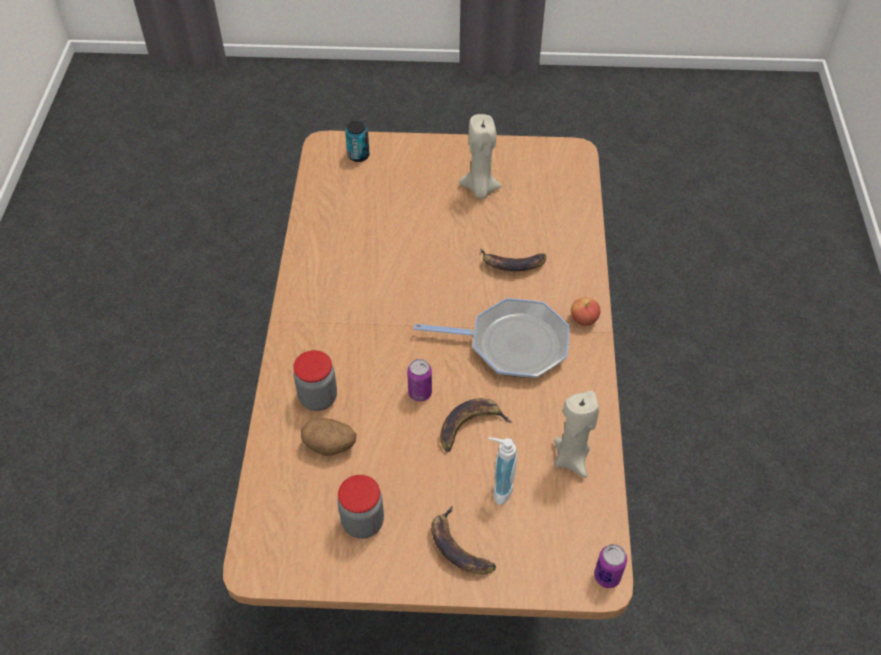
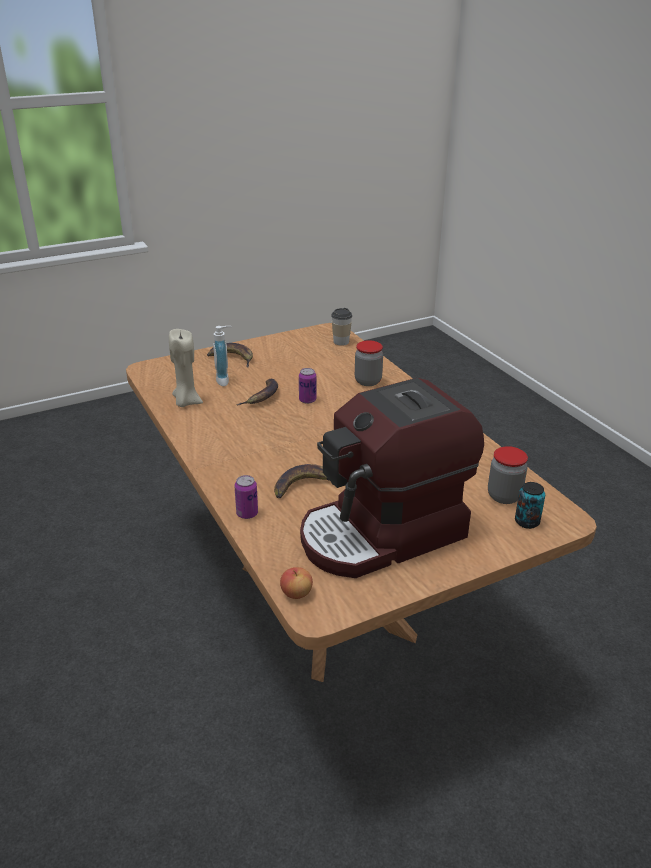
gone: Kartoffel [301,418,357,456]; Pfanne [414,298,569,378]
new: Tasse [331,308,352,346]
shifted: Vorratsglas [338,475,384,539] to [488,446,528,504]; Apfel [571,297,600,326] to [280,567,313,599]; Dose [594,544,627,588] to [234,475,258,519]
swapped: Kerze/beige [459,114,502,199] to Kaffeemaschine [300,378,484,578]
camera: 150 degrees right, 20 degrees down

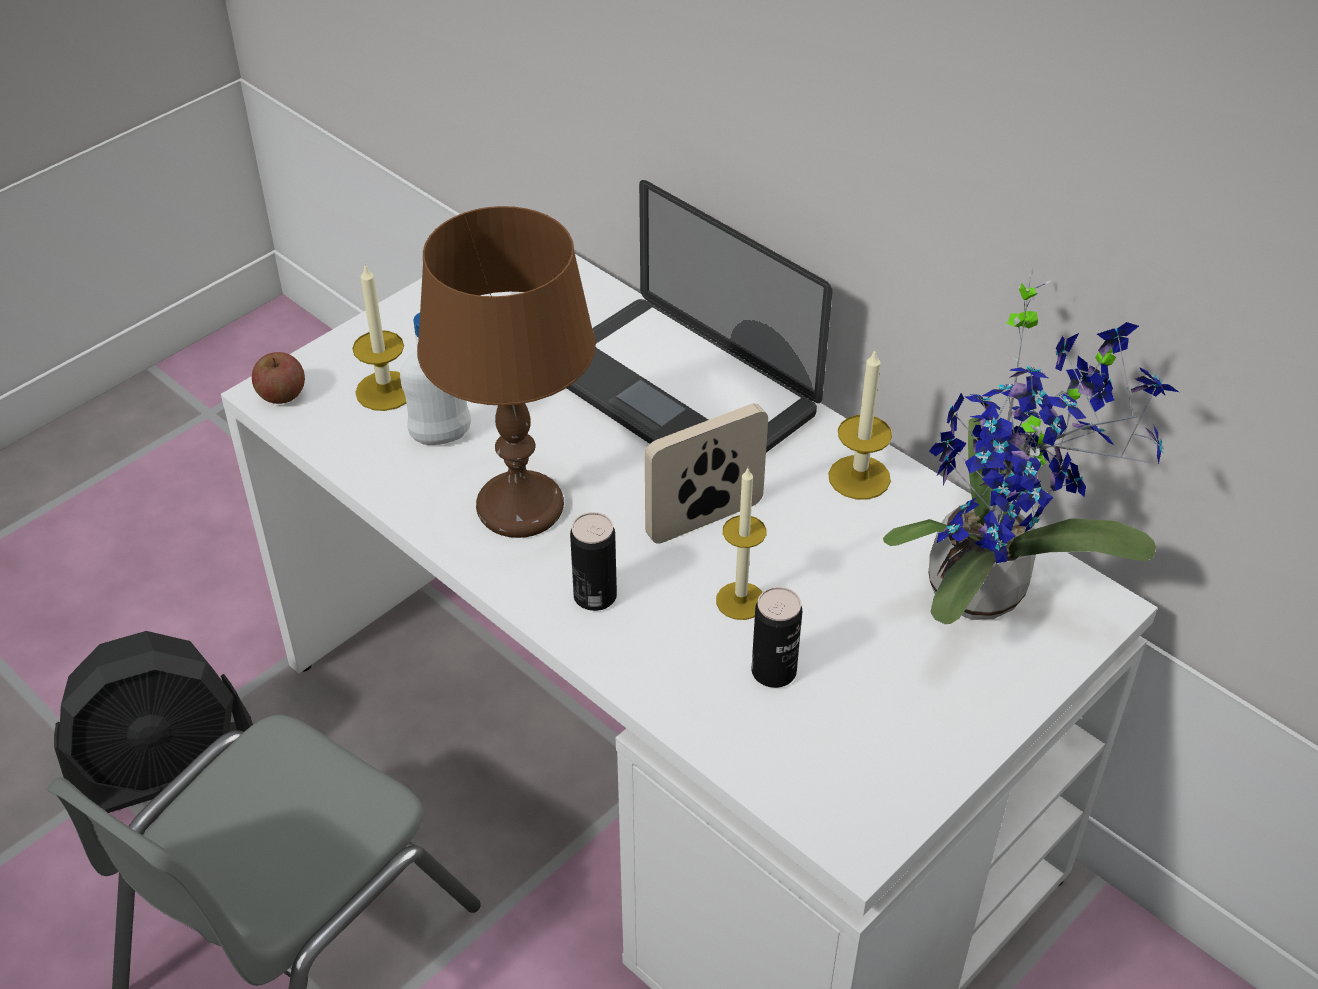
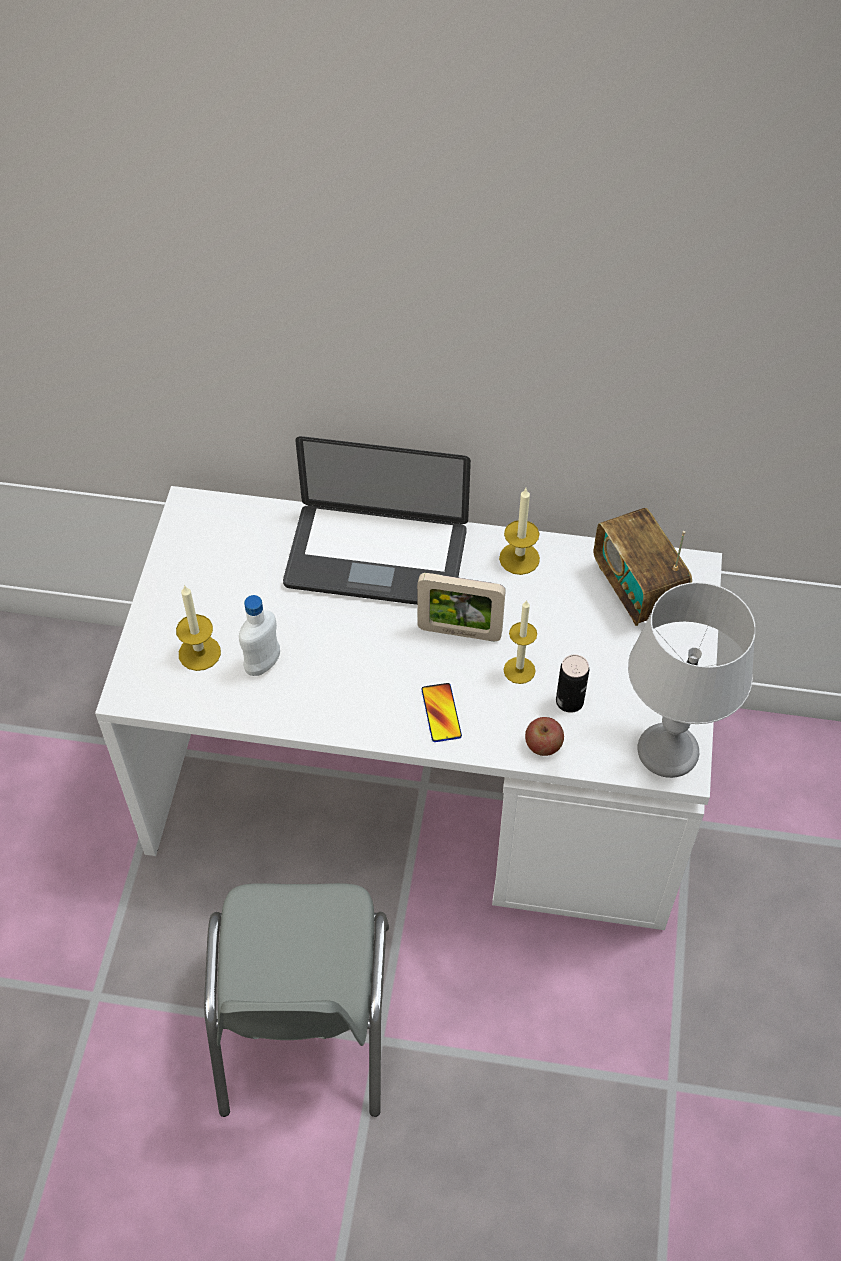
gone: Ventilator/schwarz [54,631,253,813]; Tischlampe/braun [417,206,596,538]
new: Tischlampe/grau [628,582,756,778]
shifted: Apfel [252,352,305,404] to [525,717,564,756]
swapped: Dose [570,512,617,611] to Handy [421,683,462,742]; Topfpflanze [883,267,1179,624] to Radio [594,508,692,626]
rotated: Bilderrahmen [645,403,768,543] = [417,573,506,641] 105 degrees counterclockwise
camera: 35 degrees left, 10 degrees up

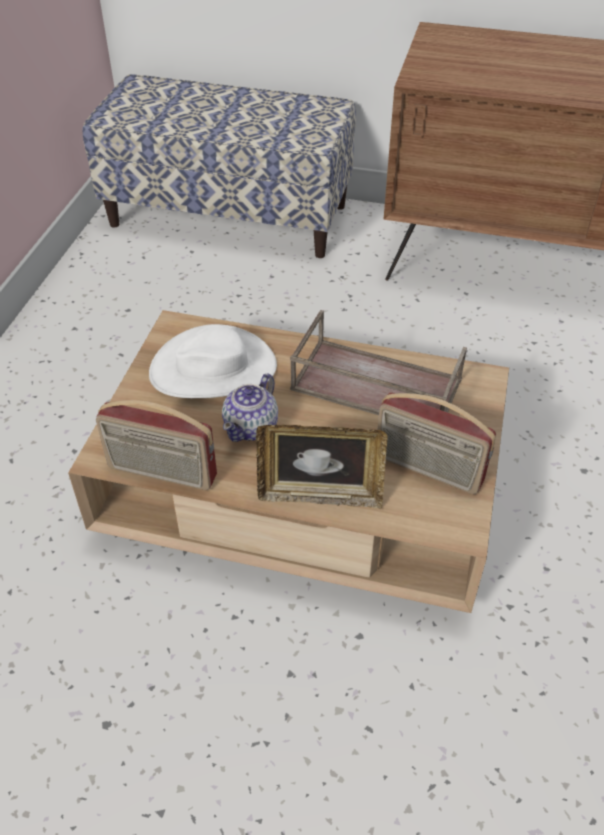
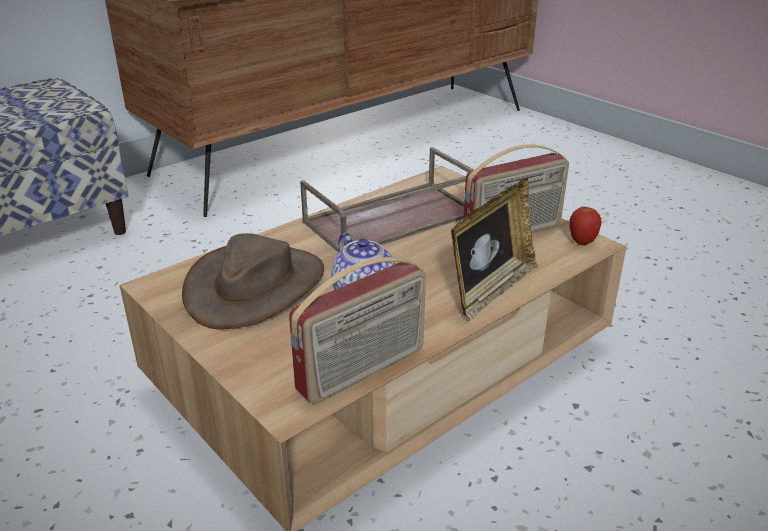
new: Apfel [570,207,602,245]
repainted: Hut/weiß [149,324,277,398] to Hut/braun [182,233,324,329]
camera: 55 degrees left, 15 degrees down

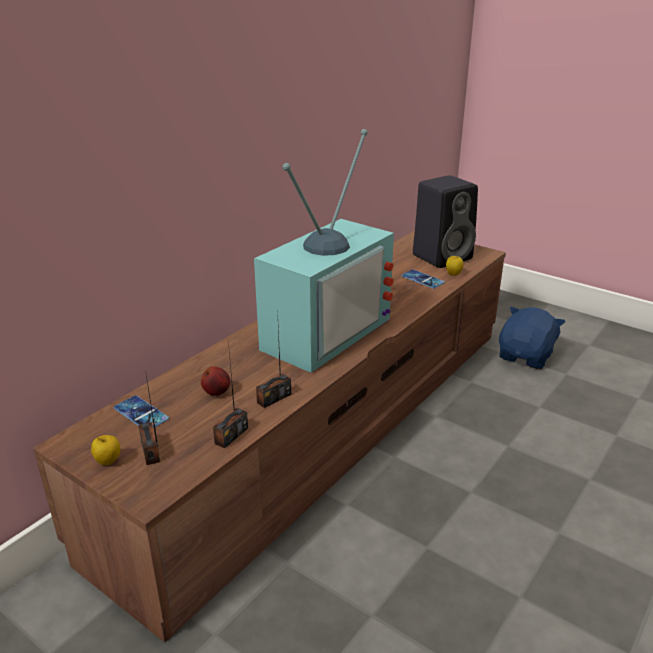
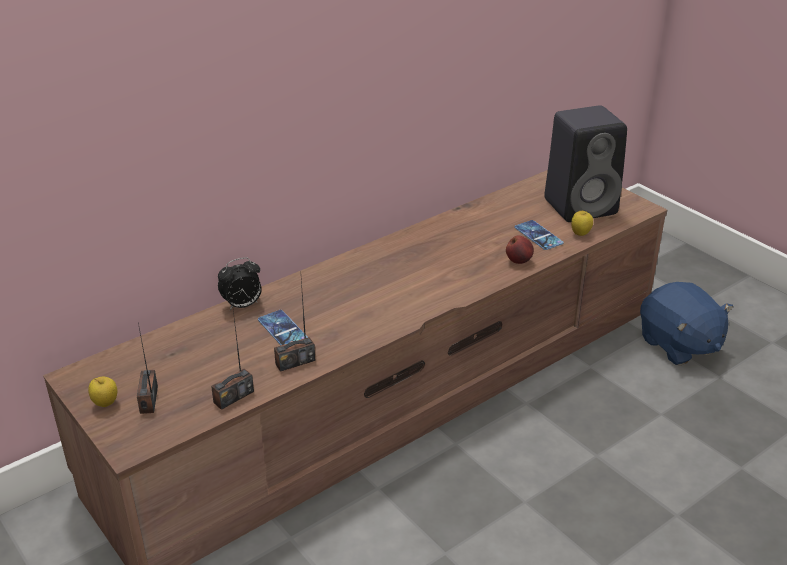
gone: Fernseher [254,129,394,373]
new: Wecker [218,257,262,310]
shifted: Handy [114,395,169,428] to [258,310,308,345]; Apfel [201,366,230,396] to [506,235,534,264]
rotated: Plüschtier/blau [499,307,565,369] = [640,282,733,365] 105 degrees clockwise
camera: 15 degrees right, 5 degrees up

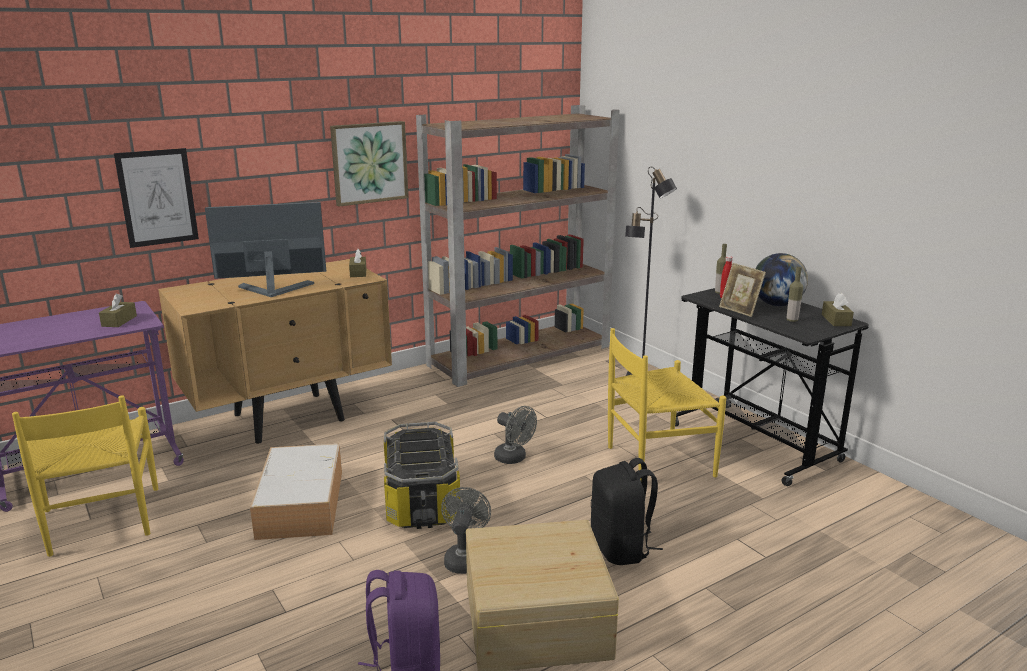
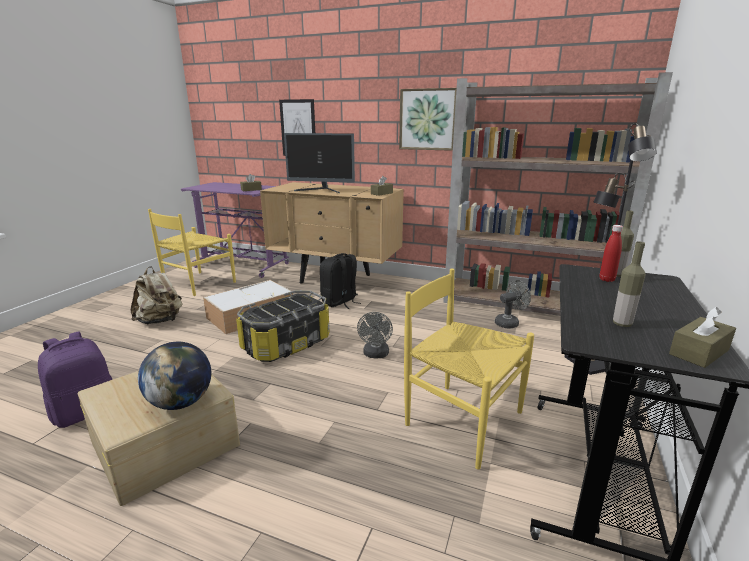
gone: Bilderrahmen [719,263,766,317]
new: Rucksack/beige [130,266,183,325]
shifted: Ventilator/grau [441,487,491,574] to [495,280,531,328]; Rucksack/schwarz [591,458,663,565] to [320,253,361,309]; Globus [755,253,808,306] to [138,342,211,410]
rotated: Monitor [205,202,326,297] = [284,133,355,193] 150 degrees clockwise
camera: 55 degrees right, 0 degrees up

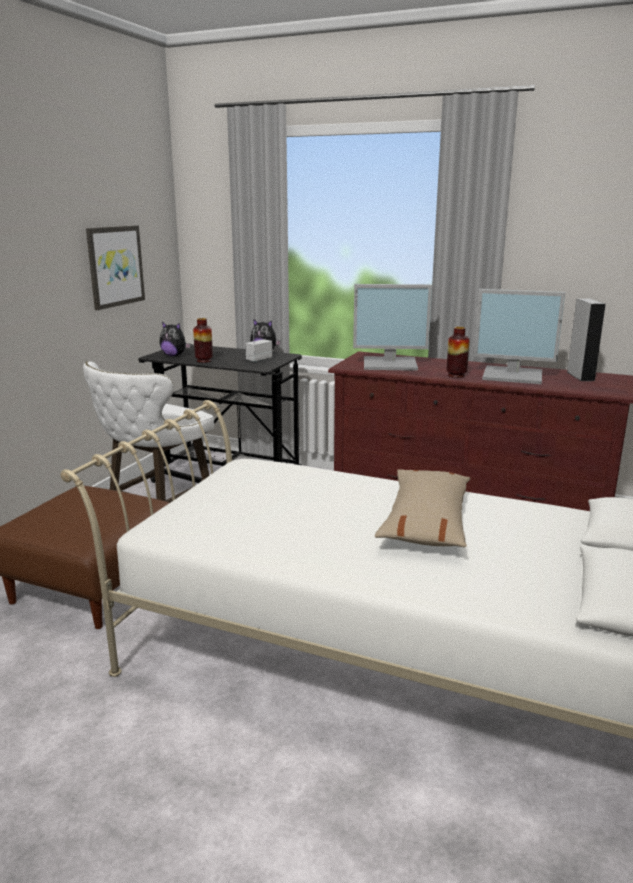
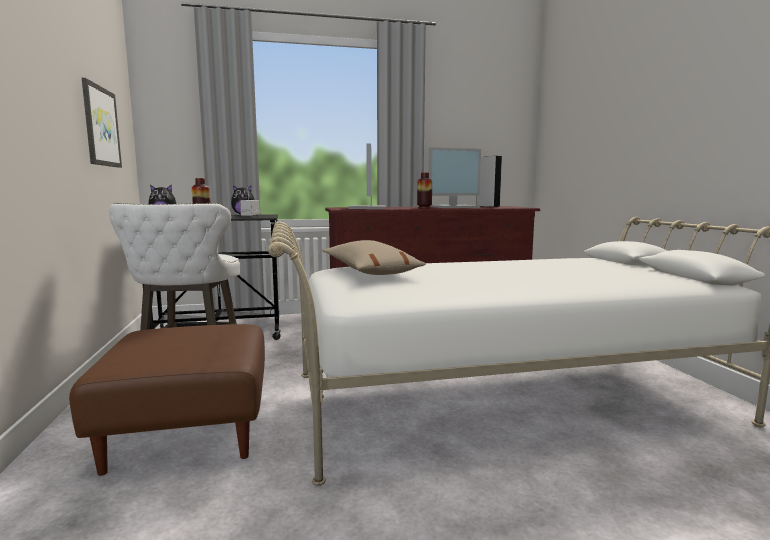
shifted: Kissen/beige [375,469,471,547] to [323,240,426,275]
rotated: Monitor [353,284,432,371] = [349,144,386,209] 120 degrees clockwise
camera: 35 degrees left, 10 degrees down

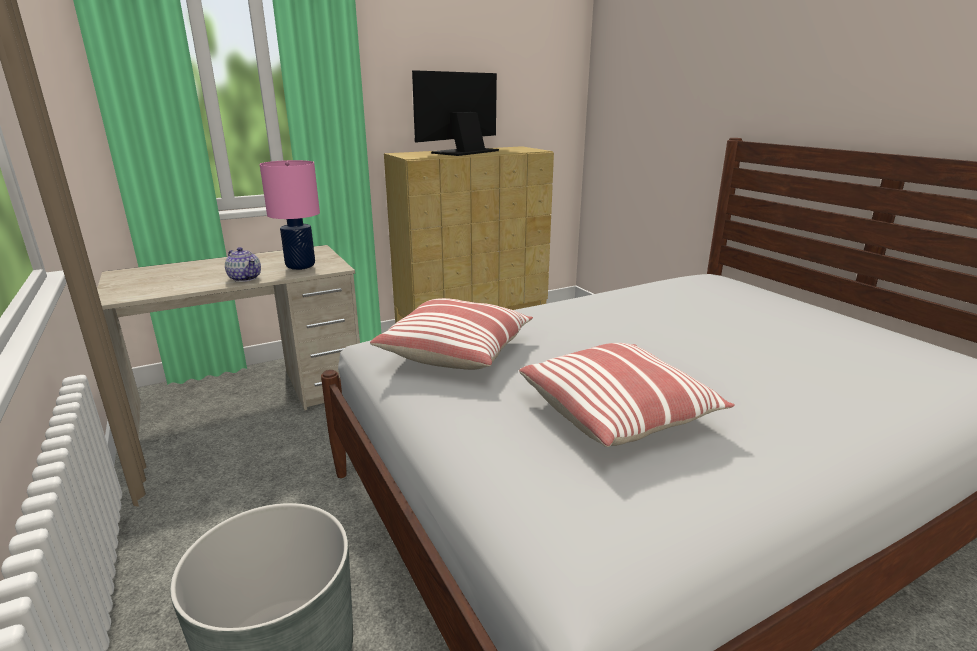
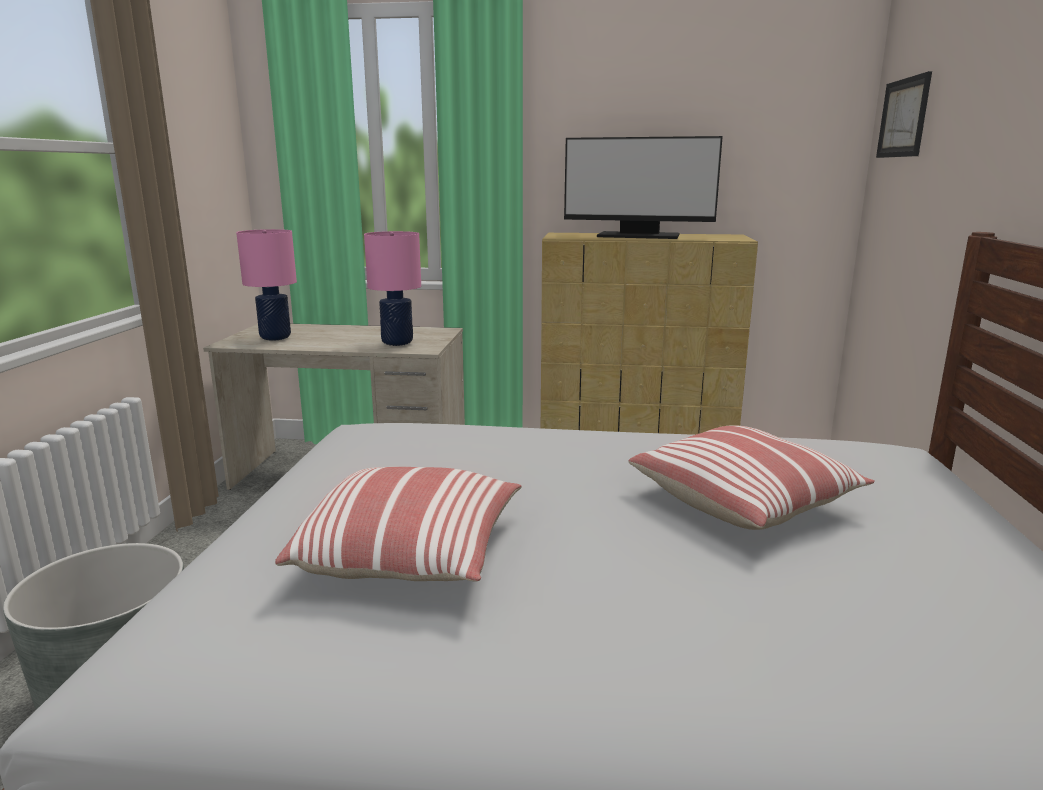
gone: Teekanne [225,247,261,282]
new: Tischlampe/rosa [236,229,297,341]; Bild [876,71,932,158]
shifted: Kissen [370,298,533,370] to [628,425,875,530]
rotated: Monitor [412,70,499,156] = [564,136,723,239] 150 degrees counterclockwise
camera: 35 degrees right, 5 degrees down

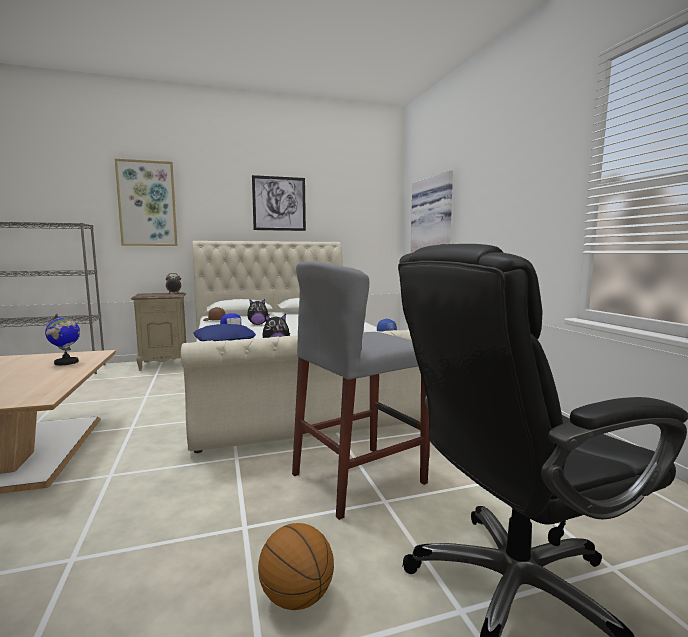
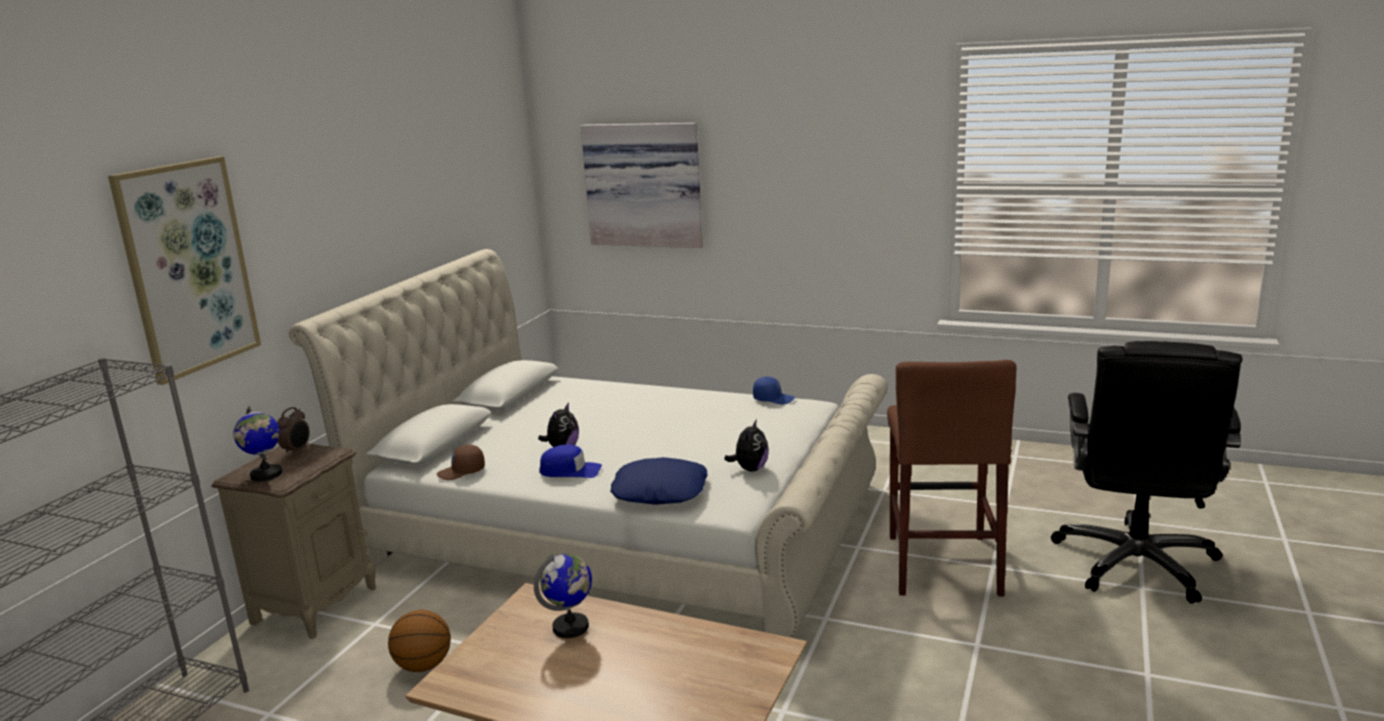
gone: Bild [252,175,306,231]
new: Globus [233,406,282,481]
shifted: Basketball [258,523,334,610] to [388,610,451,672]
repainted: Hocker/grau [292,261,430,520] to Hocker/braun [887,360,1017,596]
camera: 50 degrees left, 10 degrees up

